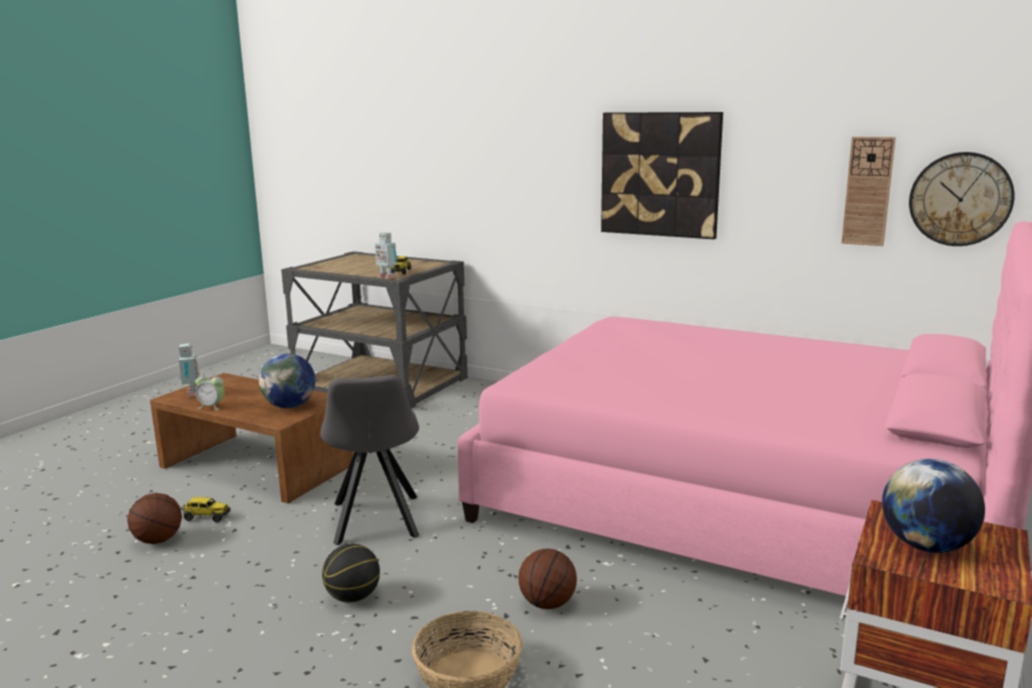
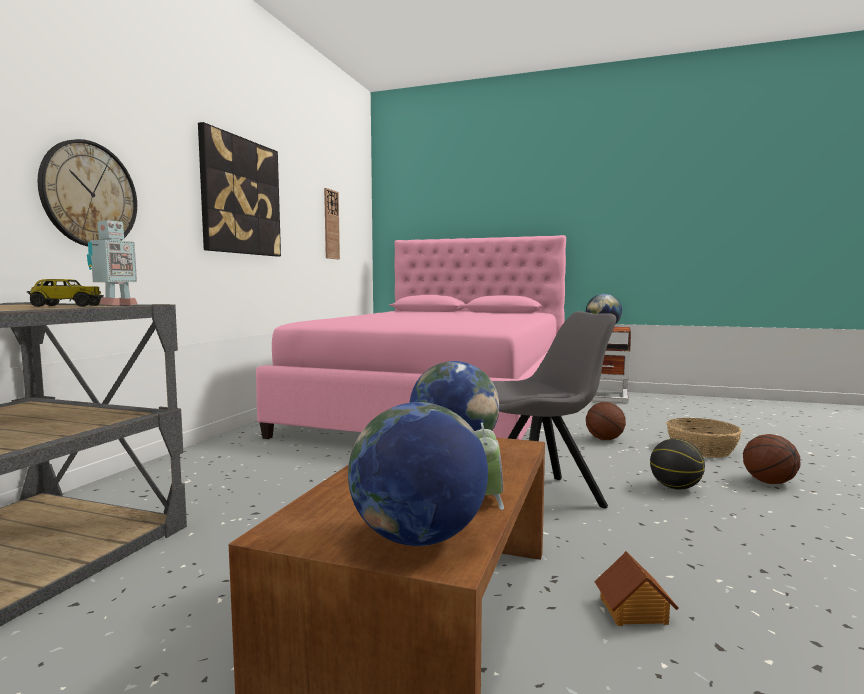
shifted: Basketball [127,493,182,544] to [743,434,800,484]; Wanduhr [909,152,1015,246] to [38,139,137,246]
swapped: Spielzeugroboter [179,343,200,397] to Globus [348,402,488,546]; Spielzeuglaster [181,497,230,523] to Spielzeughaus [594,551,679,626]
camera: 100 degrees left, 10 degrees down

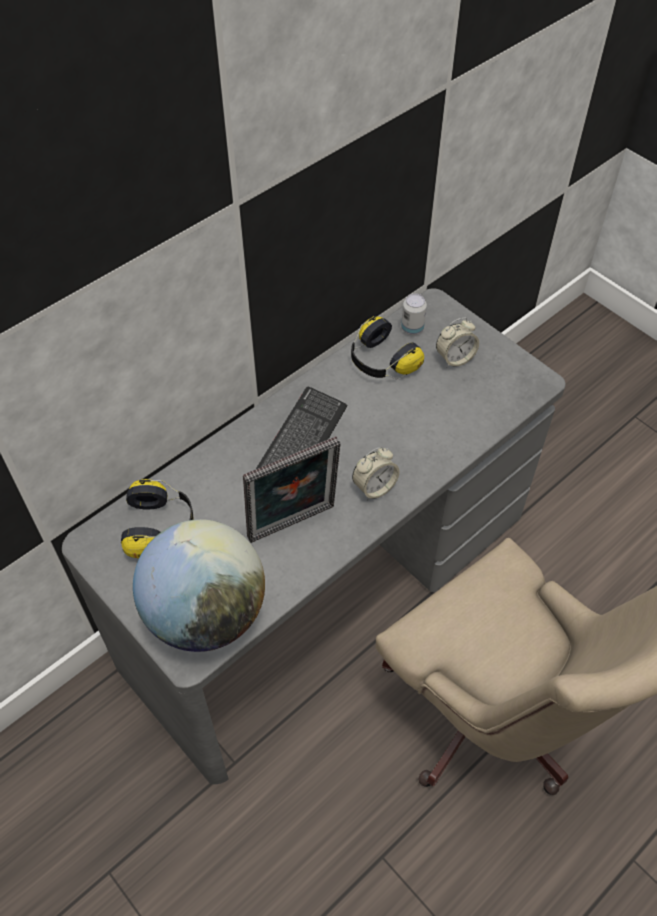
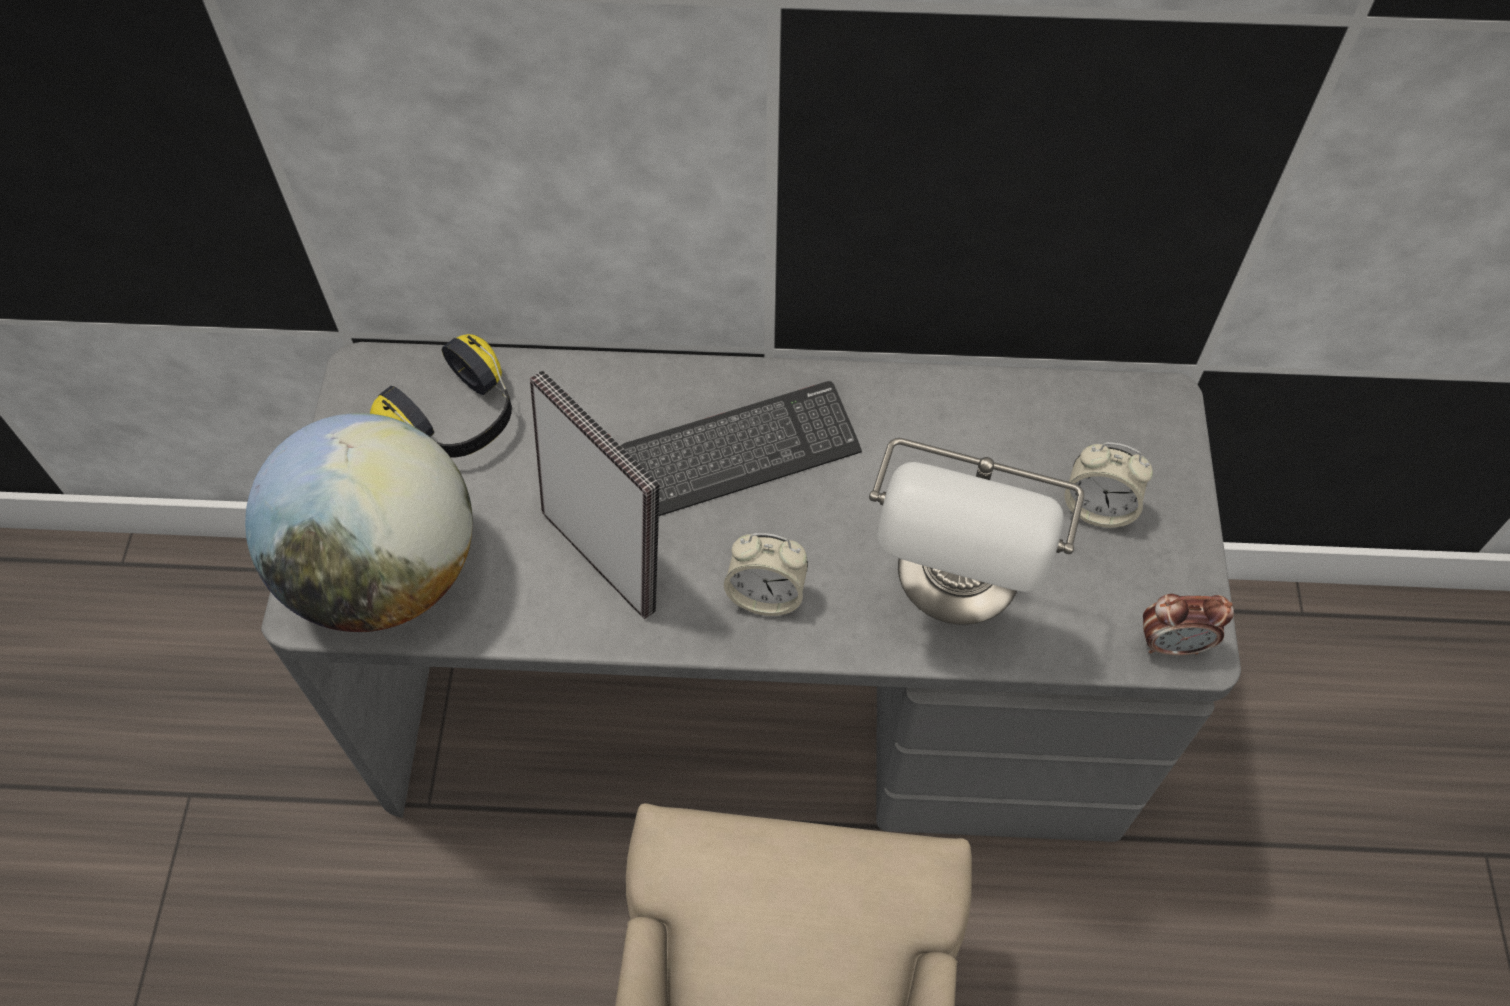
gone: Kopfhörer [351,316,424,380]; Dose [401,294,427,335]
new: Tischlampe/weiß [869,438,1084,625]; Wecker [1143,594,1234,655]
rotated: Bilderrahmen [243,436,341,543] = [530,370,660,619] 150 degrees counterclockwise
camera: 45 degrees right, 5 degrees up

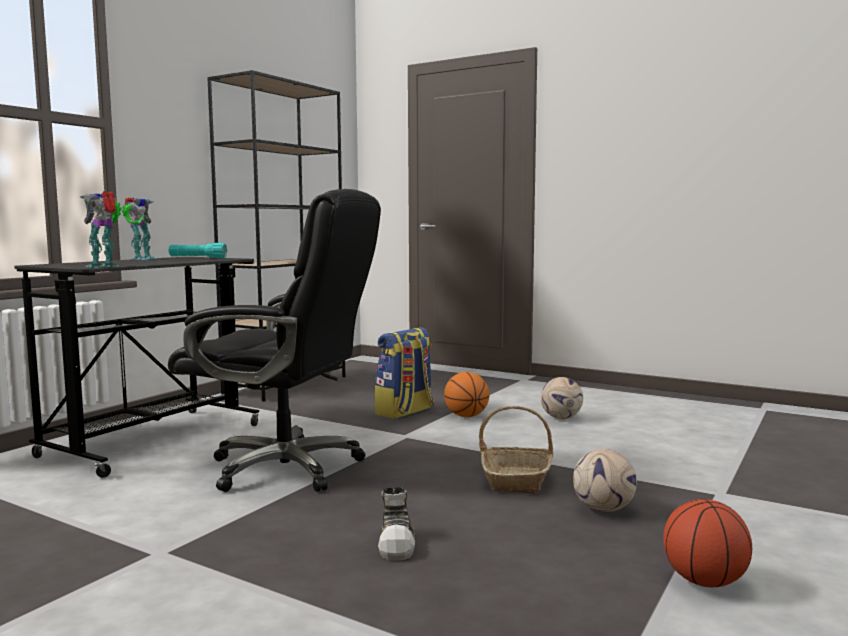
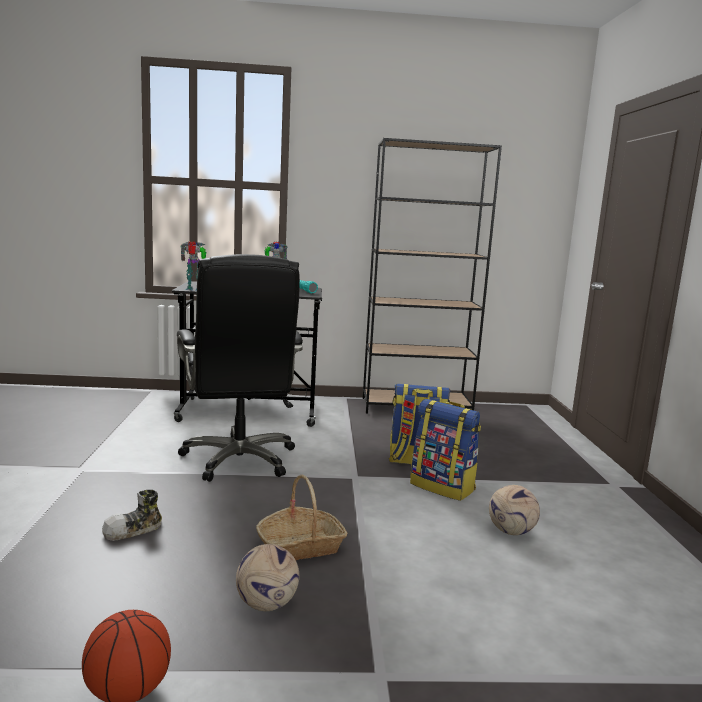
swapped: Basketball [444,372,489,417] to Rucksack [410,399,481,501]
camera: 55 degrees right, 5 degrees up

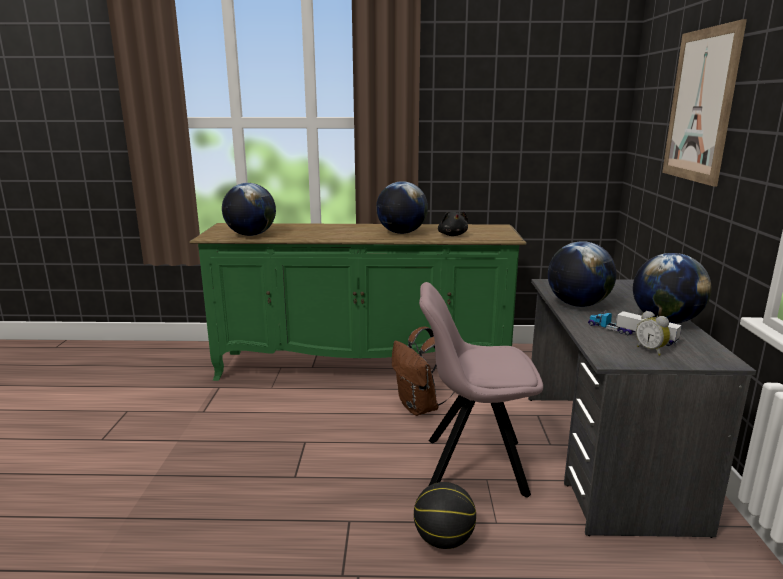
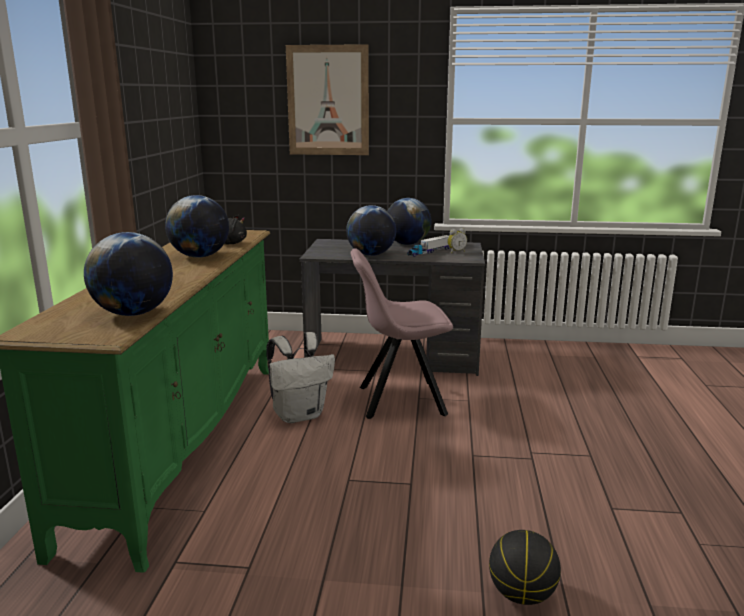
shifted: Basketball [414,482,476,549] to [489,530,561,605]
repainted: Rucksack/braun [392,327,454,416] to Rucksack/weiß [266,332,335,423]
rotated: Stuhl/rosa [419,282,543,498] = [351,248,453,419] 75 degrees clockwise
camera: 85 degrees left, 0 degrees up

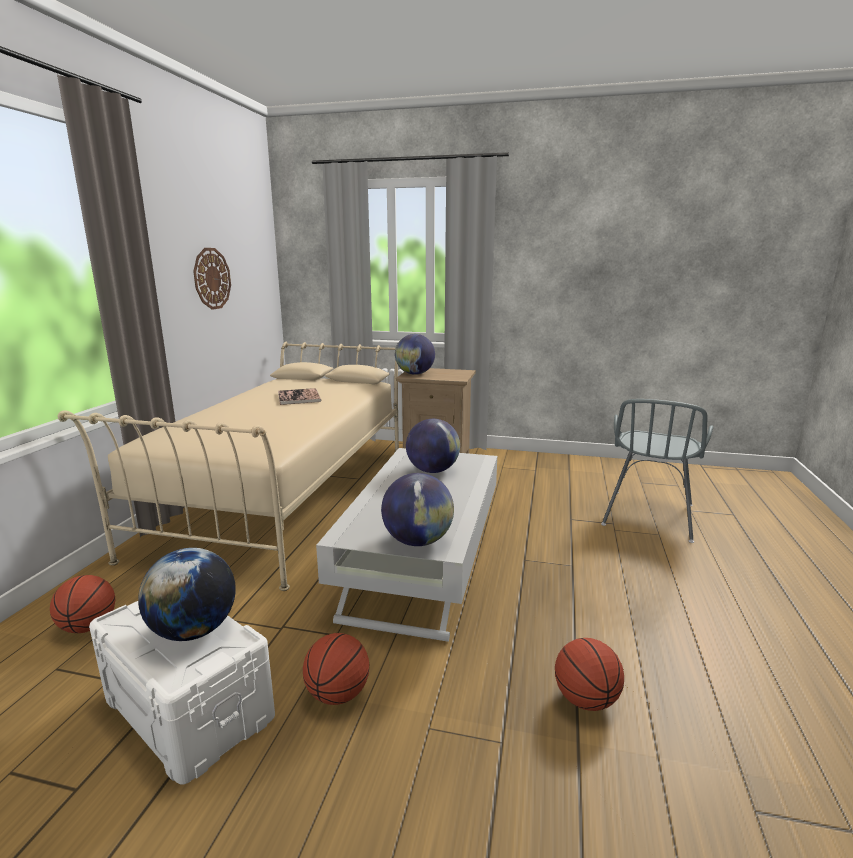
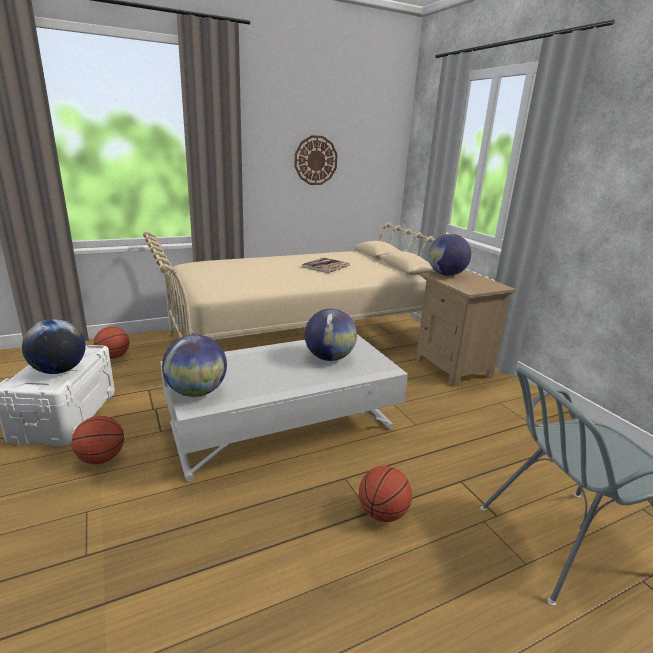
shifted: Basketball [555,638,624,711] to [359,466,412,522]
camera: 50 degrees right, 5 degrees up

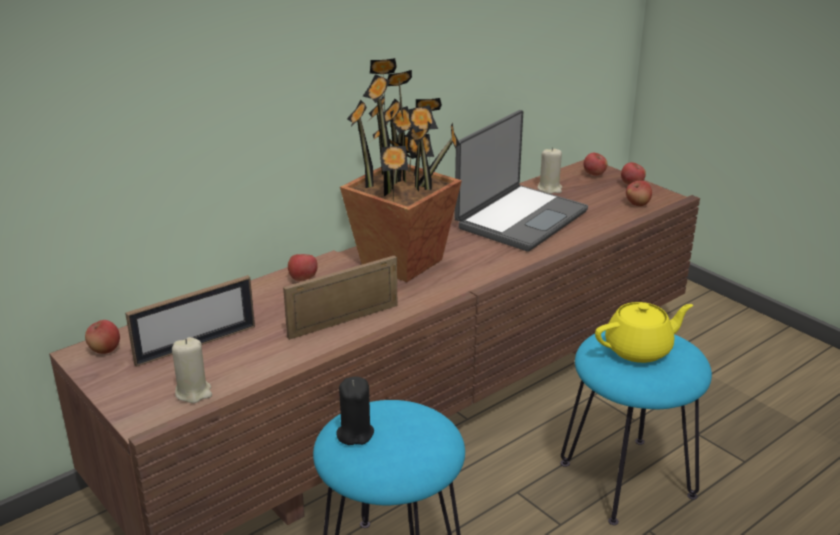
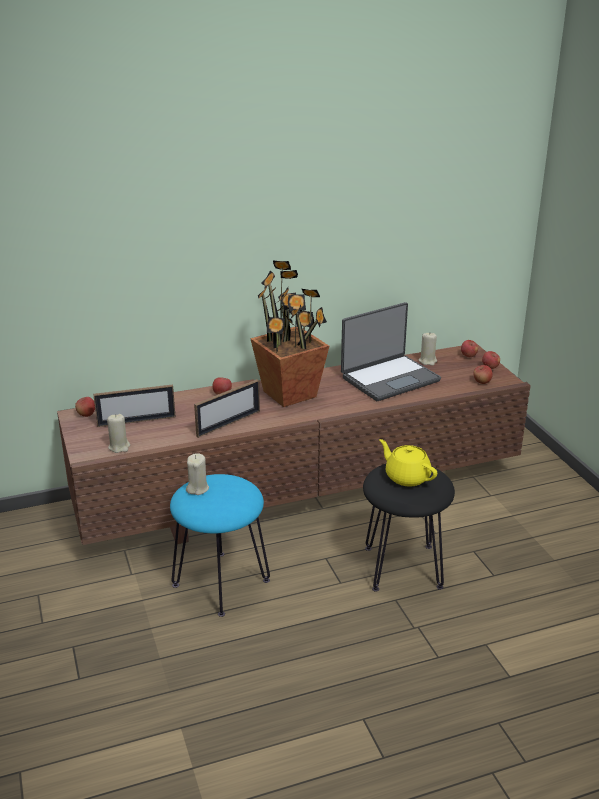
repainted: Kerze/schwarz [337,377,374,445] to Kerze/beige [186,454,209,495]; Hocker/türkis [560,331,712,525] to Hocker/schwarz [363,464,455,592]
rotated: Bilderrahmen [283,255,397,340] = [194,379,260,438] 150 degrees clockwise; Teekanne/gelb [595,302,693,363] = [379,439,437,487] 135 degrees counterclockwise
camera: 20 degrees right, 0 degrees up

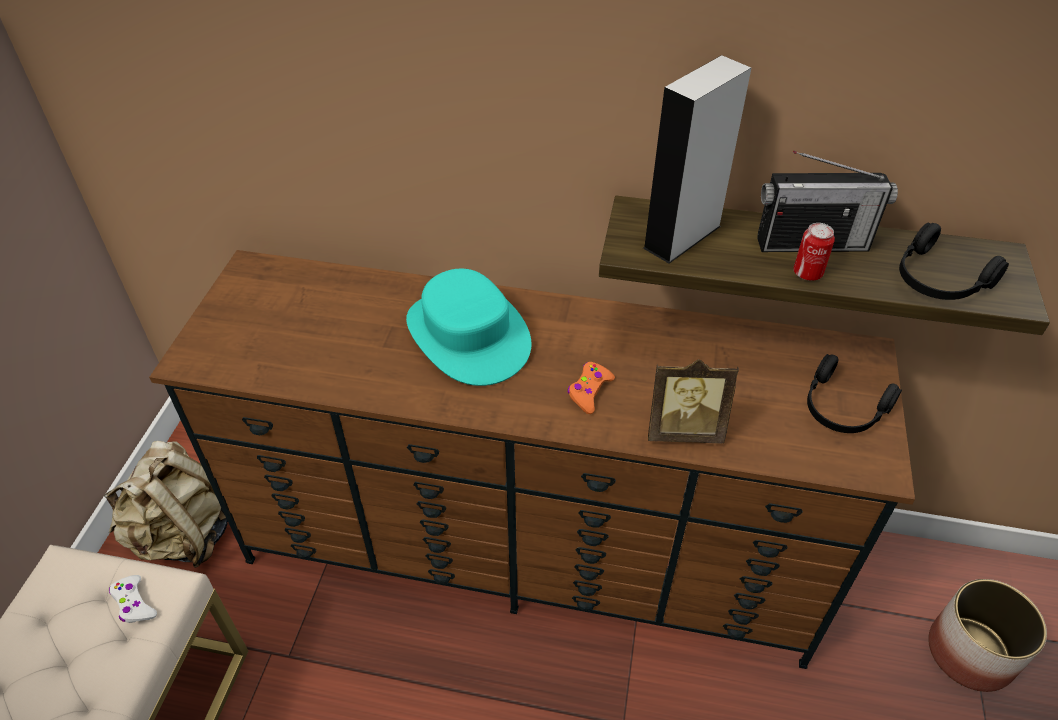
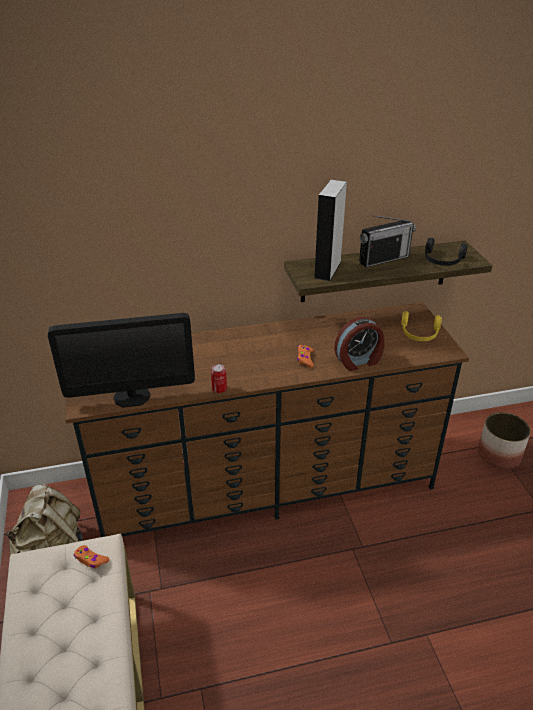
gone: Hut/türkis [406,269,532,386]
new: Monitor [48,313,195,408]
shifted: Dose [793,223,835,281] to [211,364,227,393]
swapped: Bilderrahmen [648,359,739,444] to Wecker [334,317,385,371]
repainted: Gamepad/weiß [109,575,157,623] to Gamepad/orange [73,545,110,568]; Kopfhörer/schwarz [807,354,902,433] to Kopfhörer/gelb [401,311,442,341]
camera: 25 degrees left, 10 degrees down

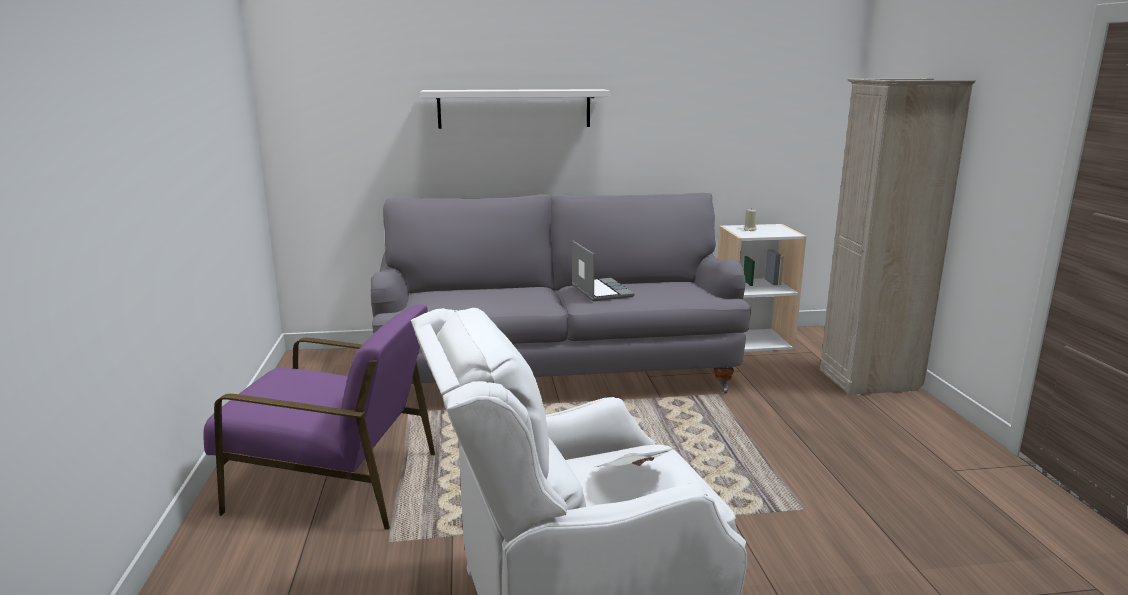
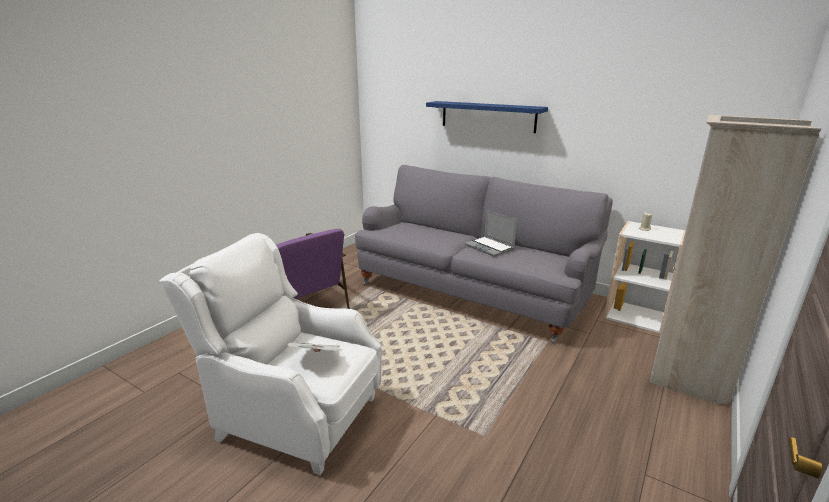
repainted: Wandregal/weiß [421,89,610,129] to Wandregal/blau [426,101,548,133]
rotated: Laptop [572,241,635,301] = [465,210,517,257] 120 degrees clockwise
camera: 40 degrees right, 5 degrees up

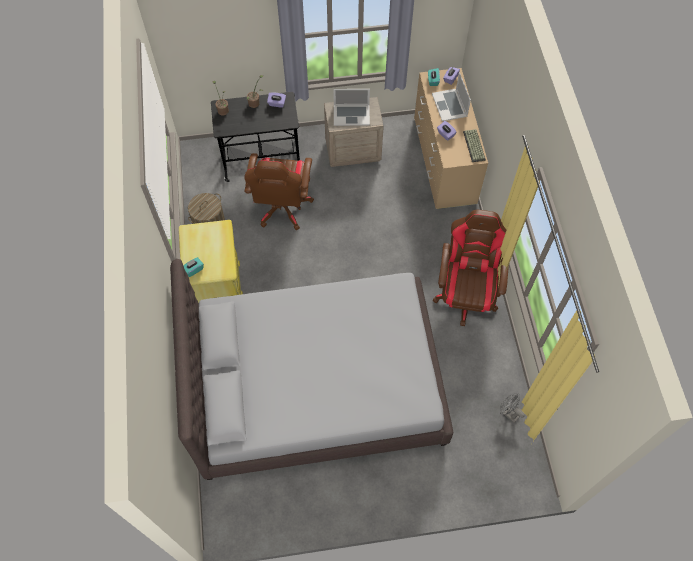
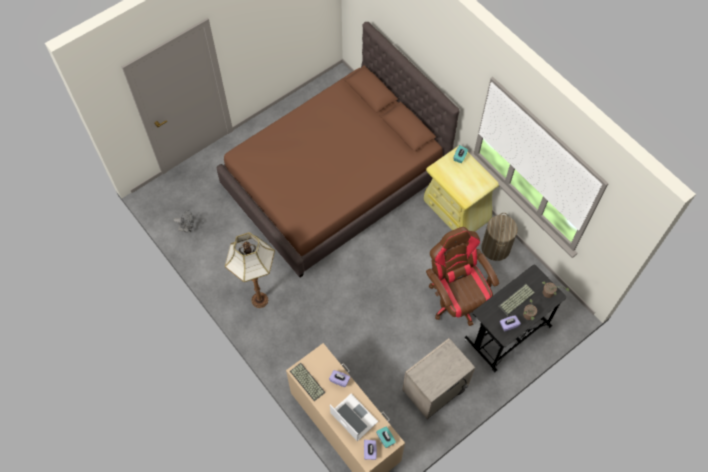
gone: Laptop [333,89,370,126]
new: Tastatur [498,284,535,316]
swapped: Bürostuhl/braun [433,210,509,326] to Stehlampe [225,232,275,308]
repainted: Bett/grau [170,259,453,480] to Bett/braun [217,22,460,278]
camera: 150 degrees right, 0 degrees up

